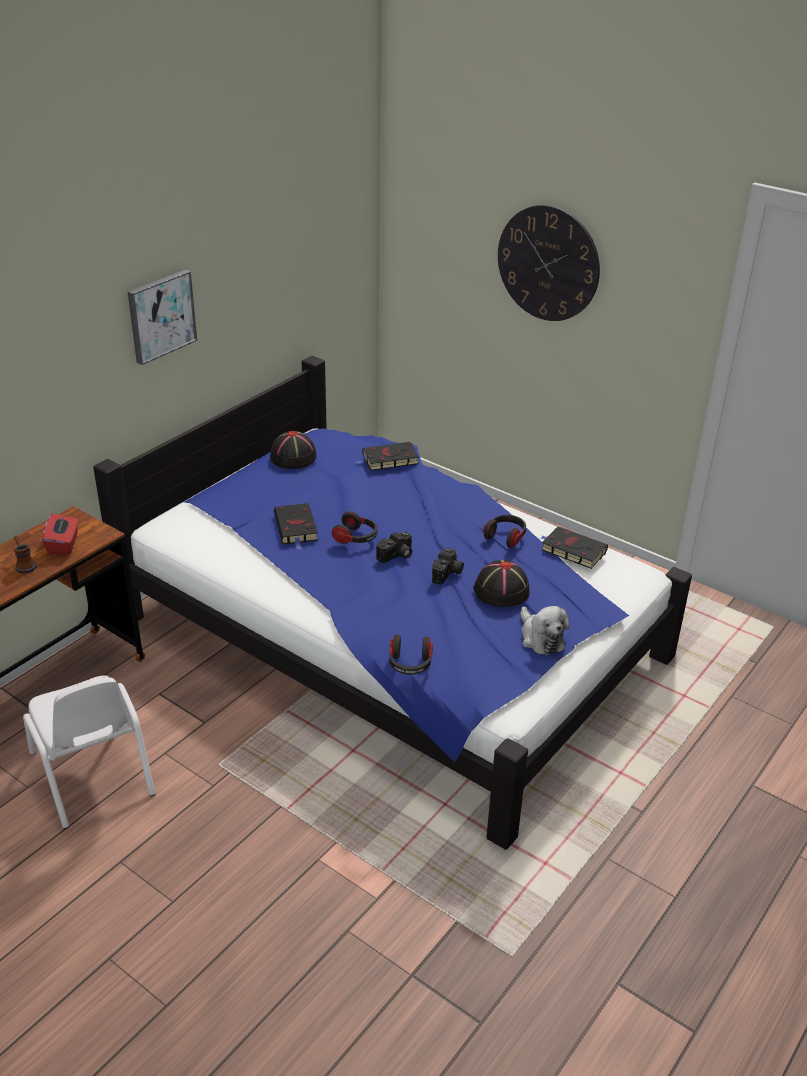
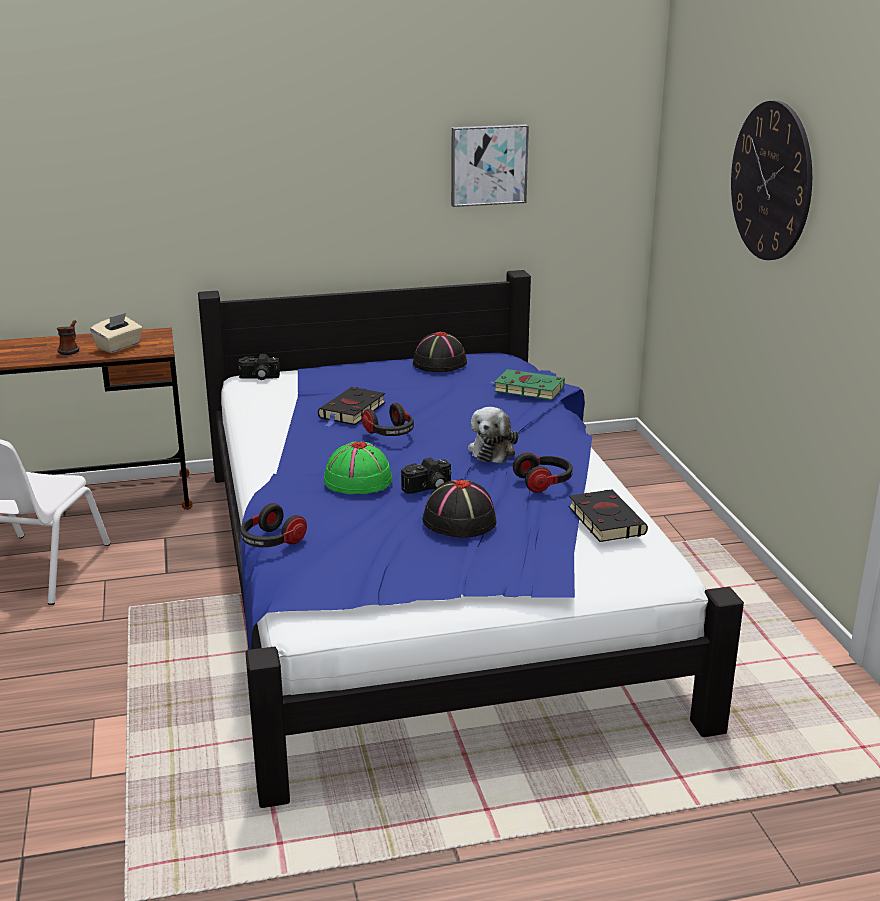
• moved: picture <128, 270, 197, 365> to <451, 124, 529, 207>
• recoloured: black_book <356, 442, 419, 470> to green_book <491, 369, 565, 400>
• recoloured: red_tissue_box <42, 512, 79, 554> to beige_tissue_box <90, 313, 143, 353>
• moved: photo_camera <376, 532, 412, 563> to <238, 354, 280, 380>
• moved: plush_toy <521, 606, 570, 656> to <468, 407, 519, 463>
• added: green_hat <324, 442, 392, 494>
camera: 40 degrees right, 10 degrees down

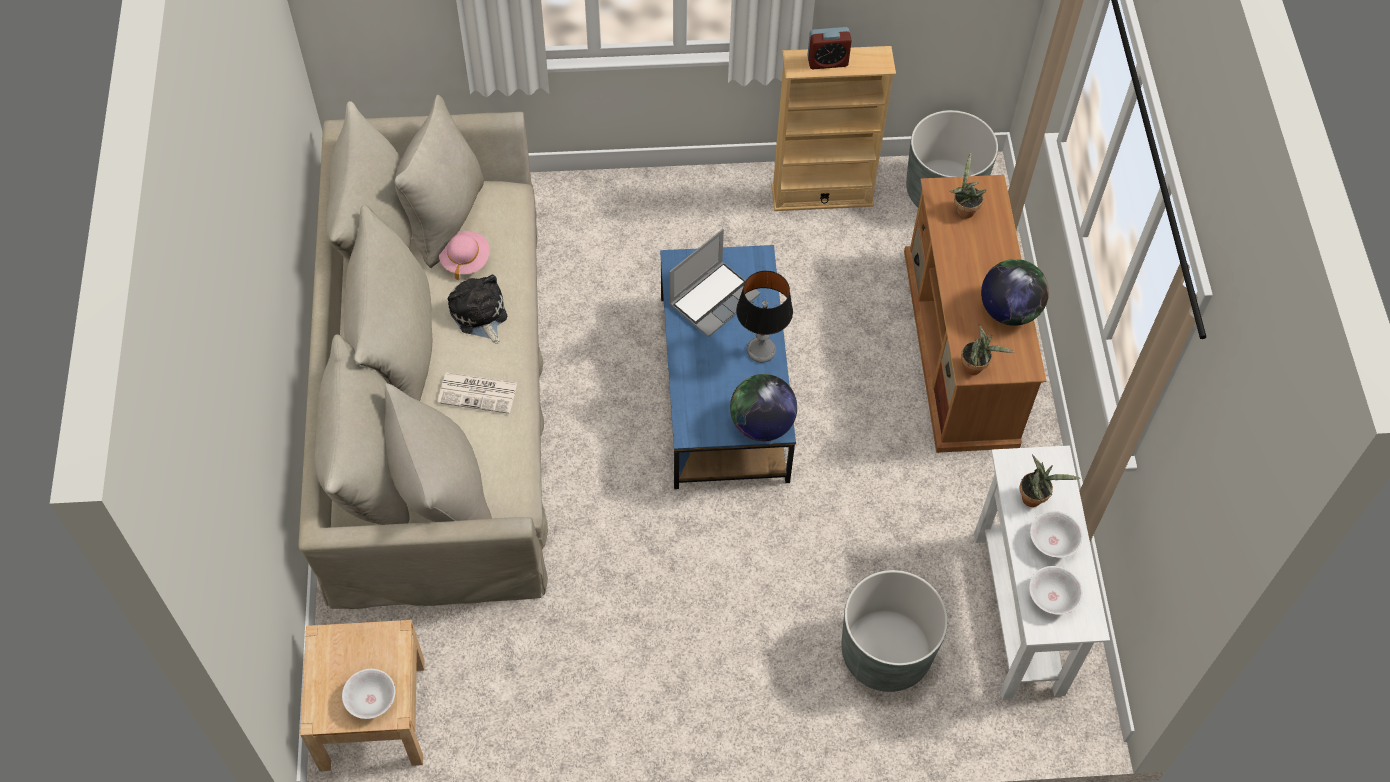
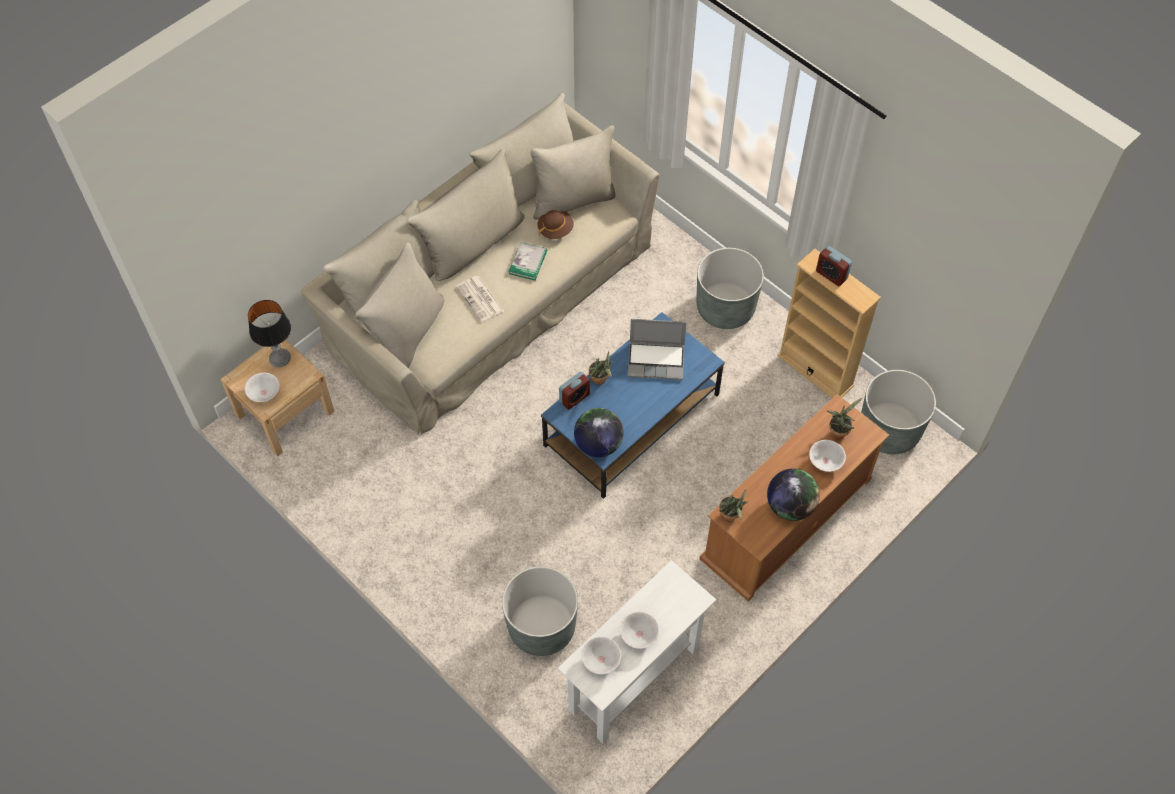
• recoloured: pink_hat <439, 231, 490, 280> to brown_hat <537, 210, 574, 239>
• moved: table_lamp <736, 271, 793, 363> to <248, 300, 291, 367>
• replaced: plush_toy <448, 274, 507, 344> to book <509, 242, 547, 280>
• moved: potted_plant <1019, 455, 1081, 507> to <589, 351, 613, 385>
• added: grey_planter <697, 248, 764, 329>
• added: alarm_clock <559, 372, 590, 410>
• added: white_bowl <809, 440, 846, 472>
camera: 50 degrees right, 0 degrees up

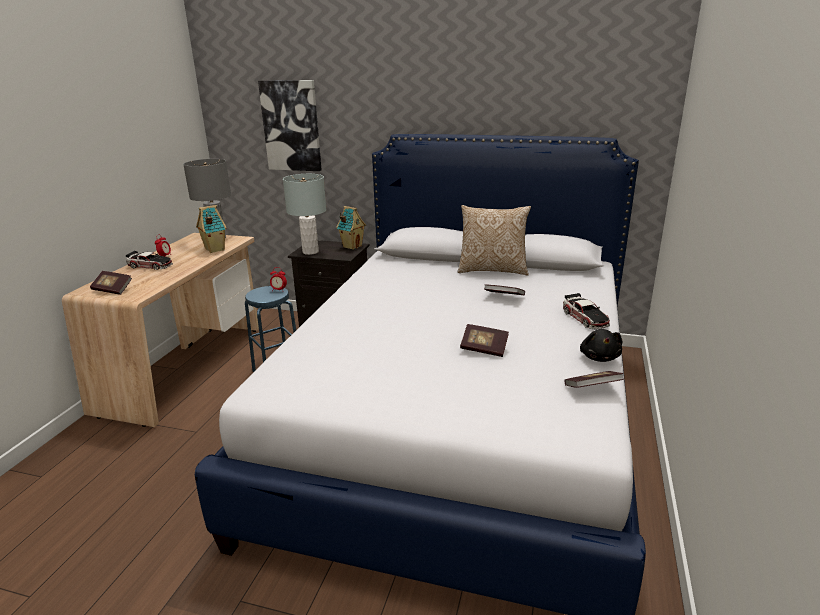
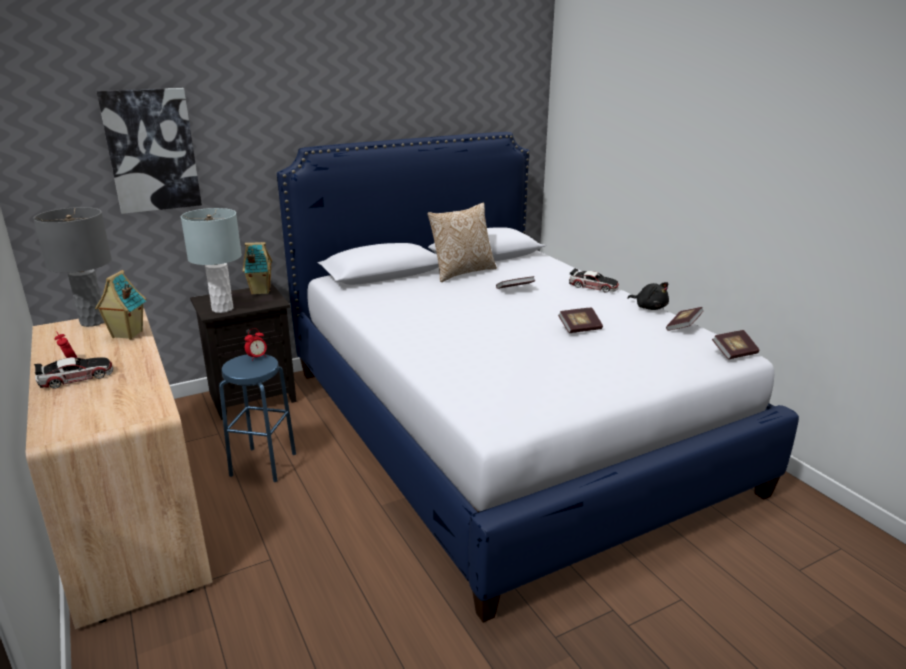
• moved: book <90, 271, 132, 295> to <712, 330, 760, 360>
camera: 45 degrees left, 0 degrees up

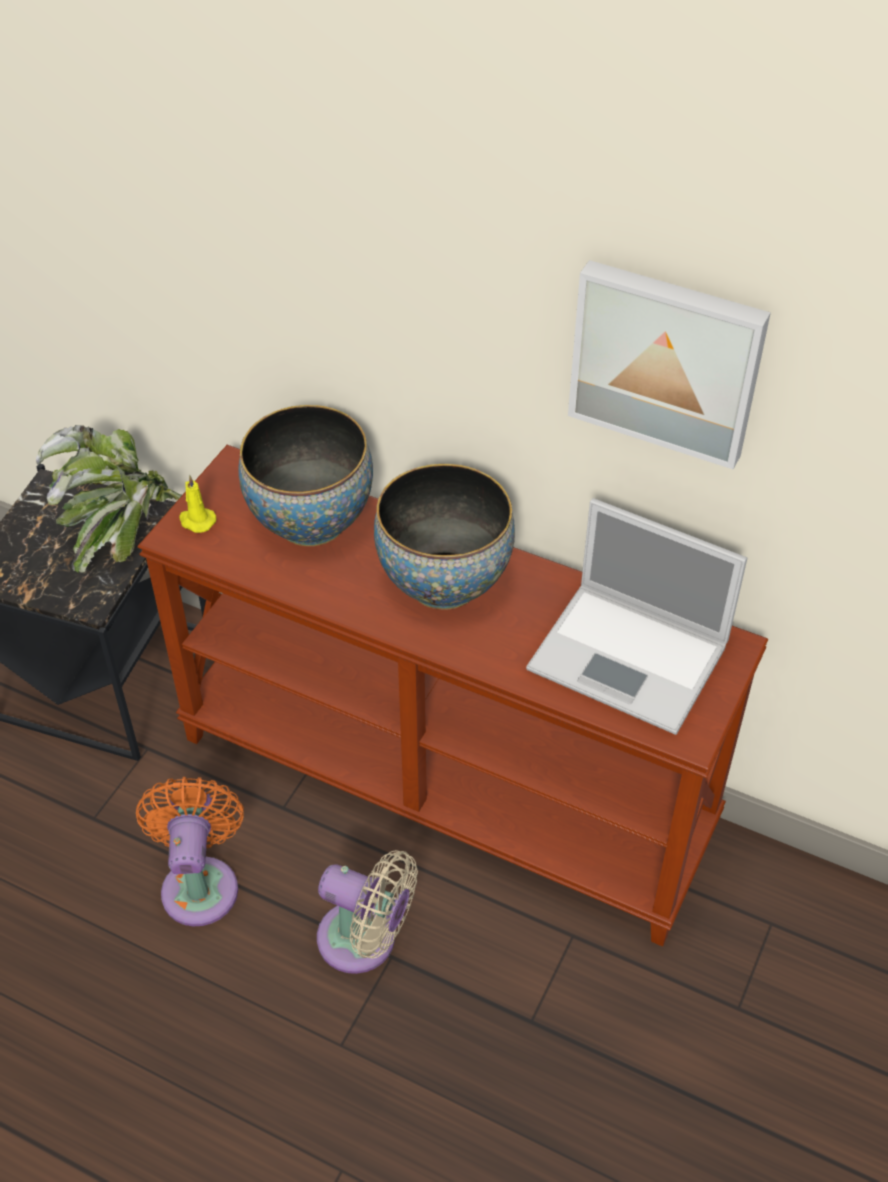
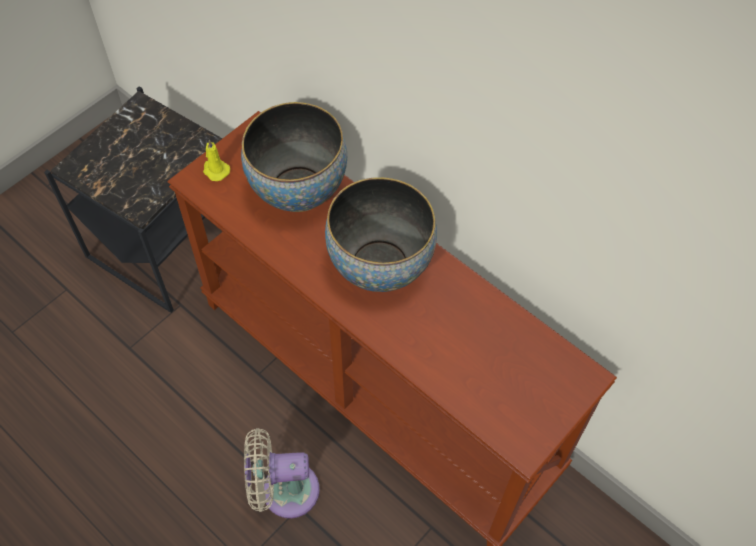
• removed: picture <568, 260, 771, 469>
• removed: potted_plant <36, 425, 182, 573>
• removed: laptop <526, 498, 747, 735>
• removed: orange_fan <136, 777, 244, 926>
• turned: beige_fan <317, 850, 418, 974> = <244, 428, 320, 518> 135 degrees clockwise
camera: 15 degrees right, 10 degrees up

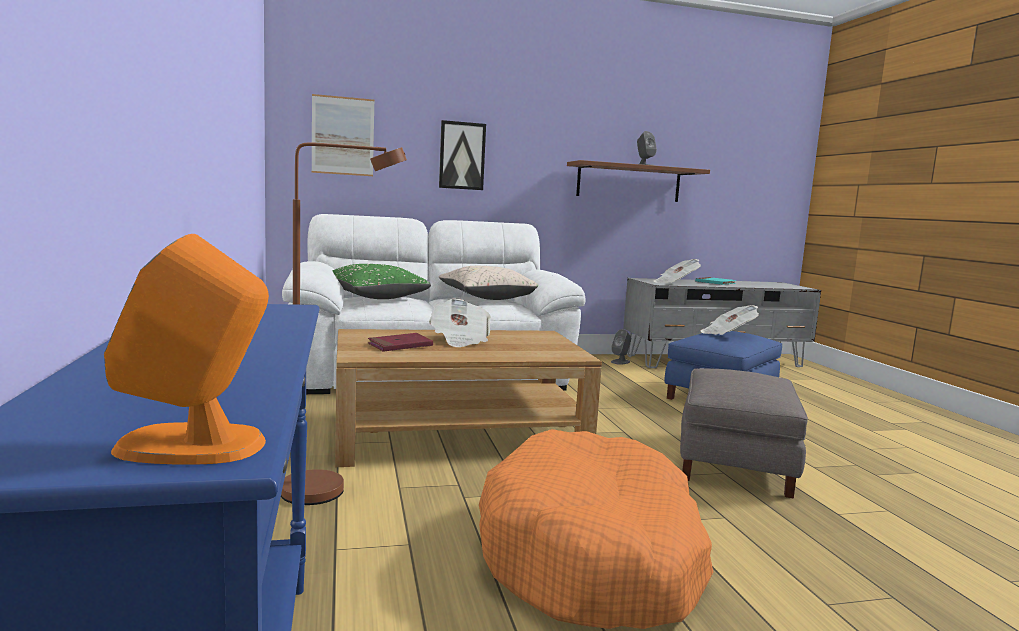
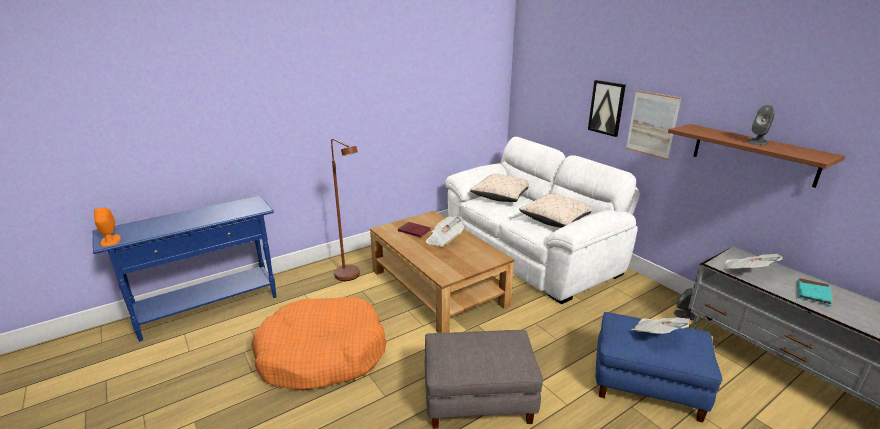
• moved: picture <312, 94, 374, 176> to <626, 90, 681, 160>
• recoloured: green_pillow <332, 264, 431, 299> to beige_pillow <470, 174, 529, 202>
camera: 70 degrees right, 15 degrees up

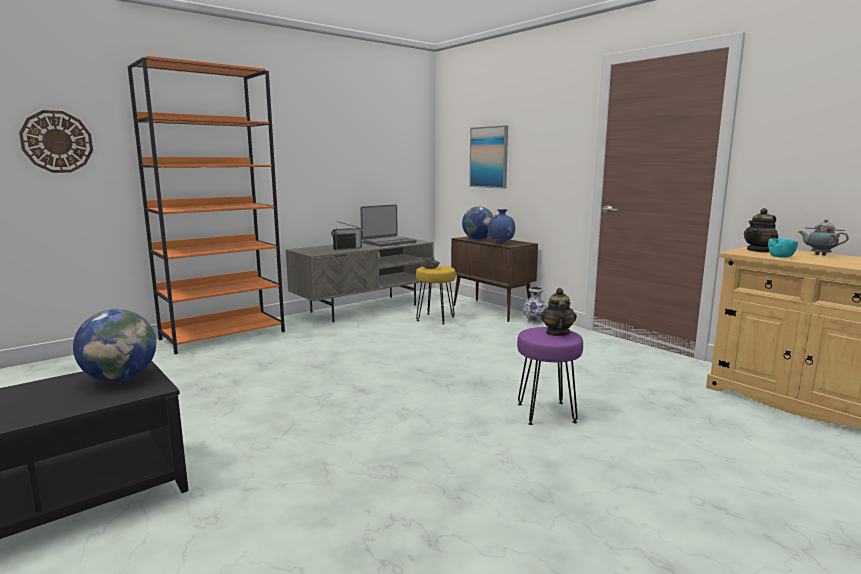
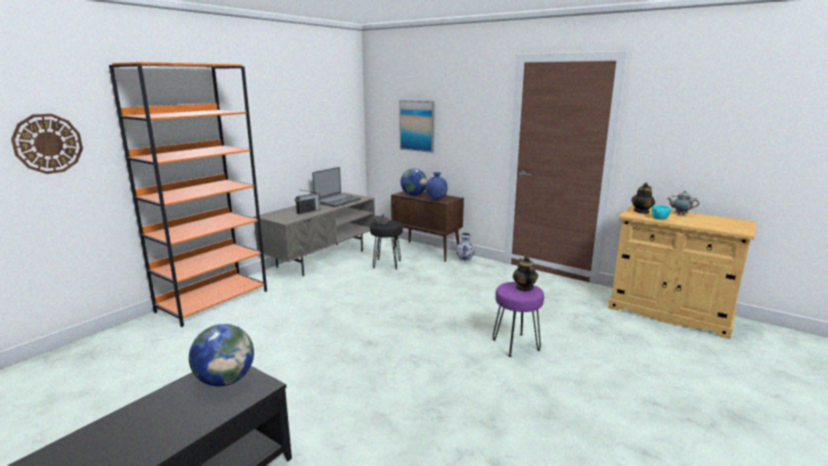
• recoloured: yellow_stool <416, 266, 456, 324> to black_stool <370, 220, 403, 269>
camera: 15 degrees left, 5 degrees up

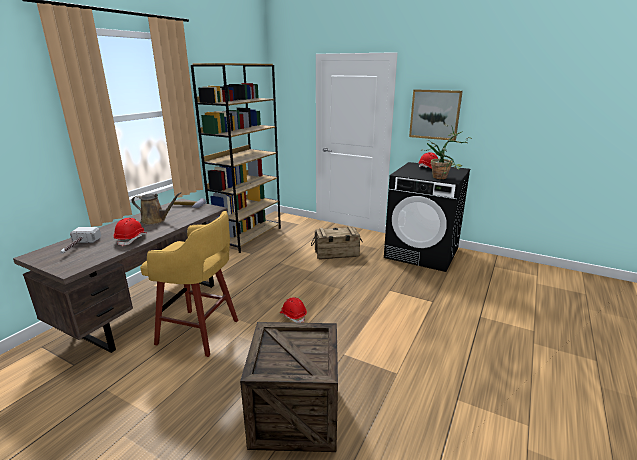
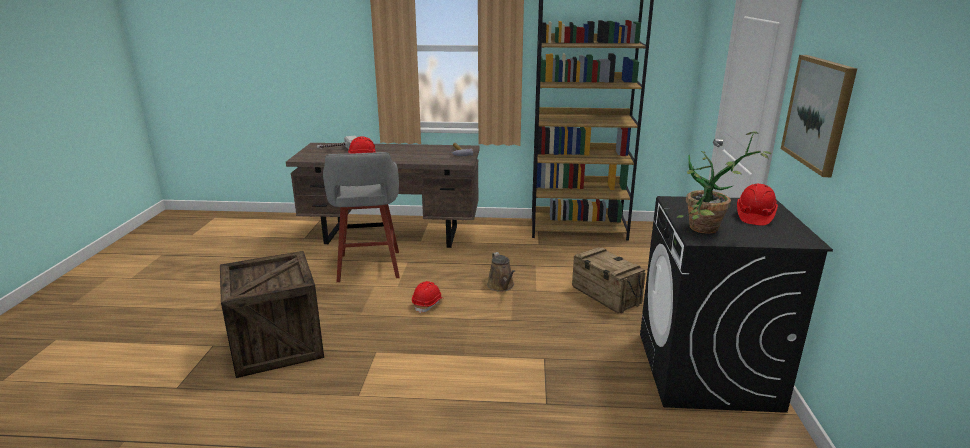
• moved: brown_watering_can <132, 192, 181, 225> to <487, 252, 515, 292>
• recoloured: yellow_stool <140, 211, 238, 357> to grey_stool <323, 152, 400, 282>
camera: 65 degrees right, 0 degrees up

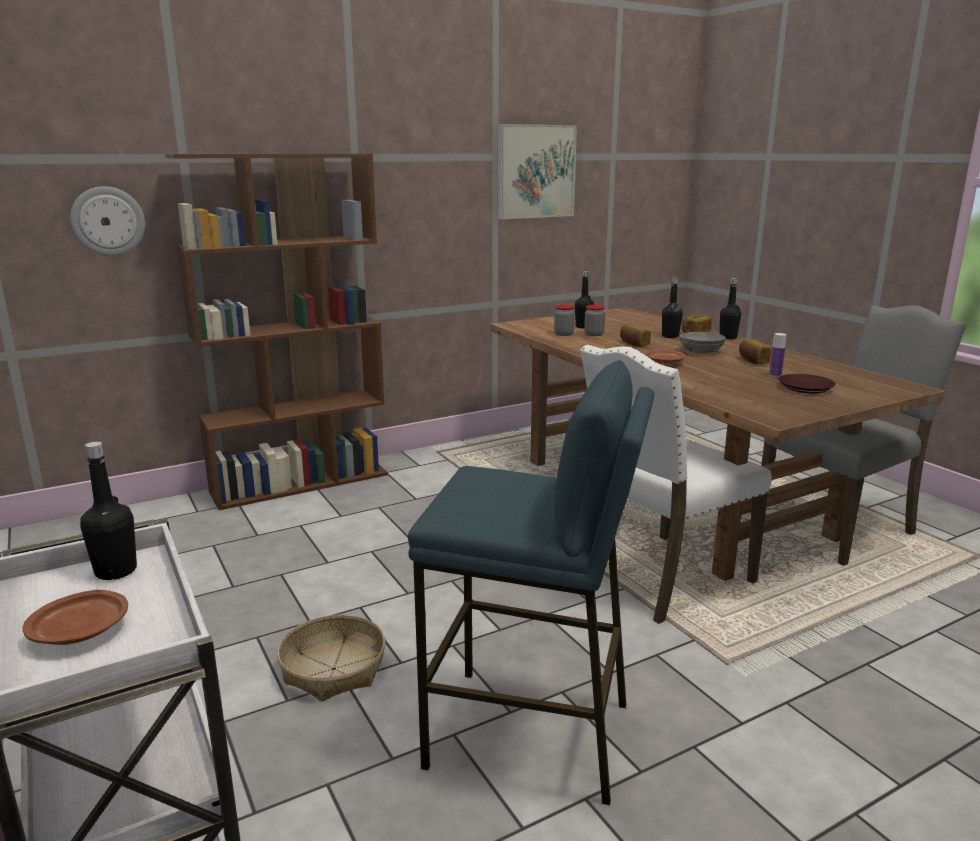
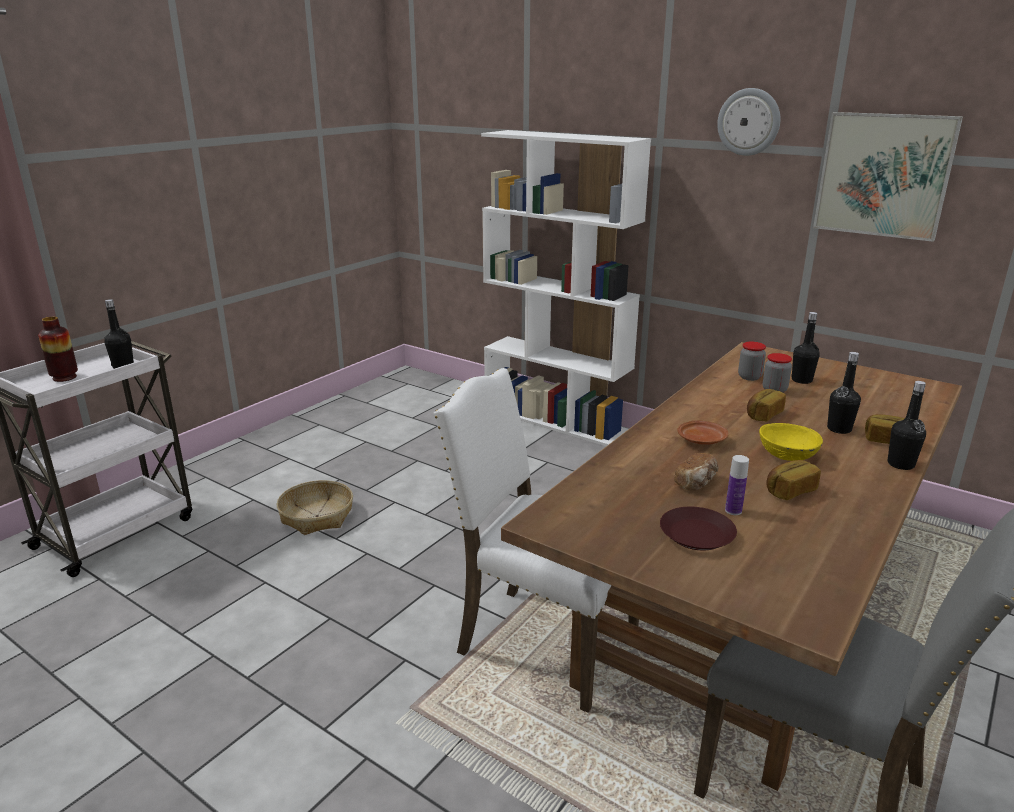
• recoloured: brown_bookcase <165, 154, 388, 510> to white_bookcase <481, 130, 651, 446>
• moved: wall_clock <70, 186, 145, 256> to <717, 88, 781, 156>
• recoloured: grey_bowl <679, 332, 726, 354> to yellow_bowl <759, 423, 823, 461>
• removed: blue_stool <408, 360, 654, 805>
• replaced: brown_plate <23, 590, 128, 645> to vase <38, 317, 78, 382>
• added: bread <674, 453, 719, 491>
camera: 65 degrees right, 5 degrees up

